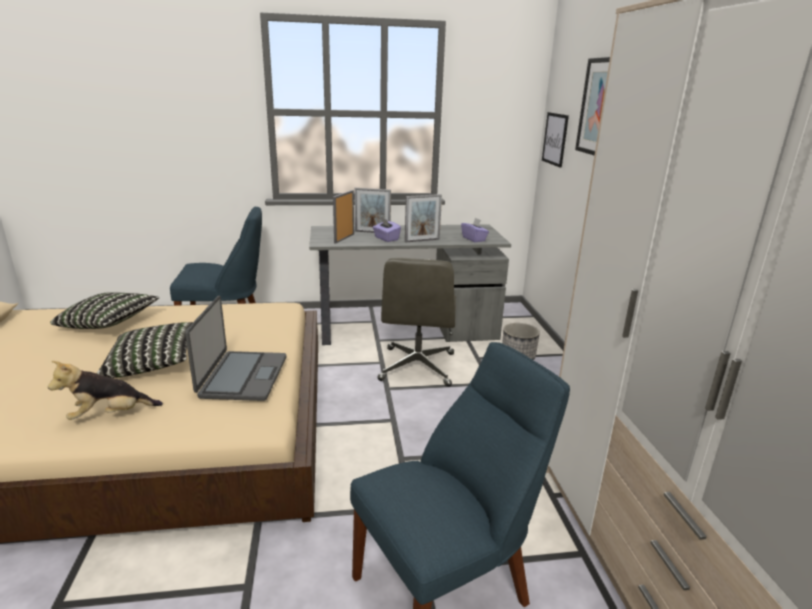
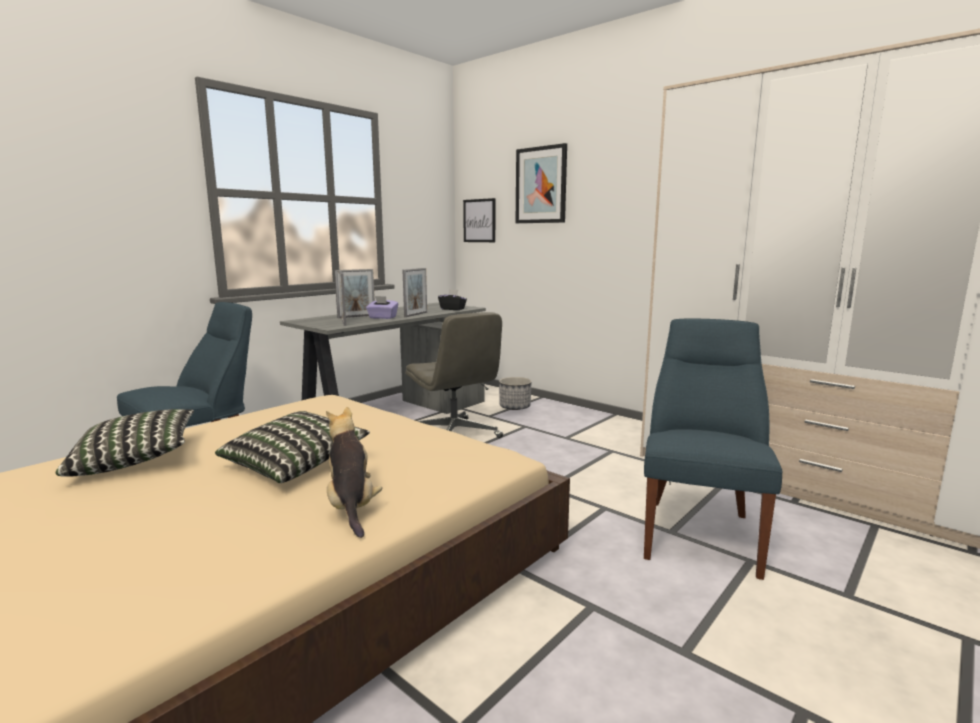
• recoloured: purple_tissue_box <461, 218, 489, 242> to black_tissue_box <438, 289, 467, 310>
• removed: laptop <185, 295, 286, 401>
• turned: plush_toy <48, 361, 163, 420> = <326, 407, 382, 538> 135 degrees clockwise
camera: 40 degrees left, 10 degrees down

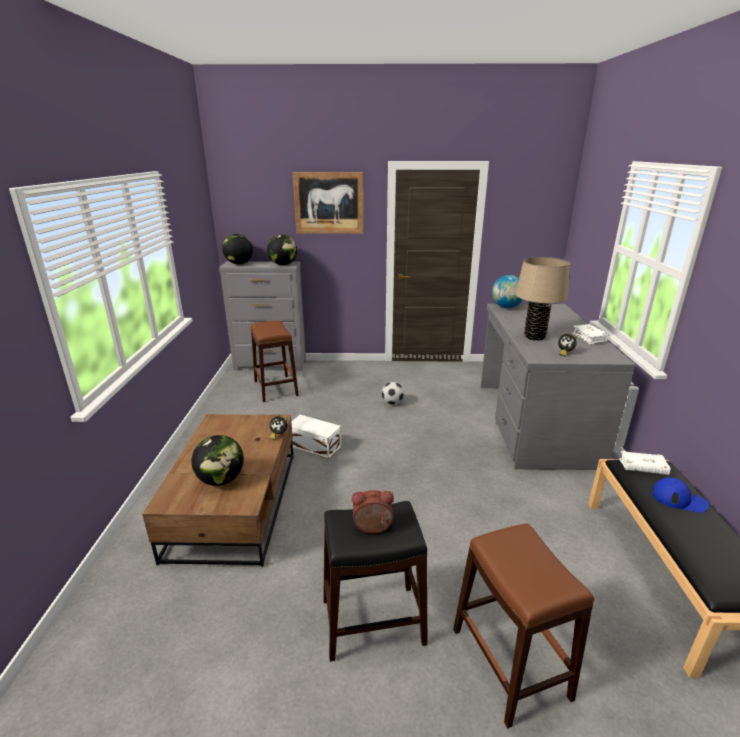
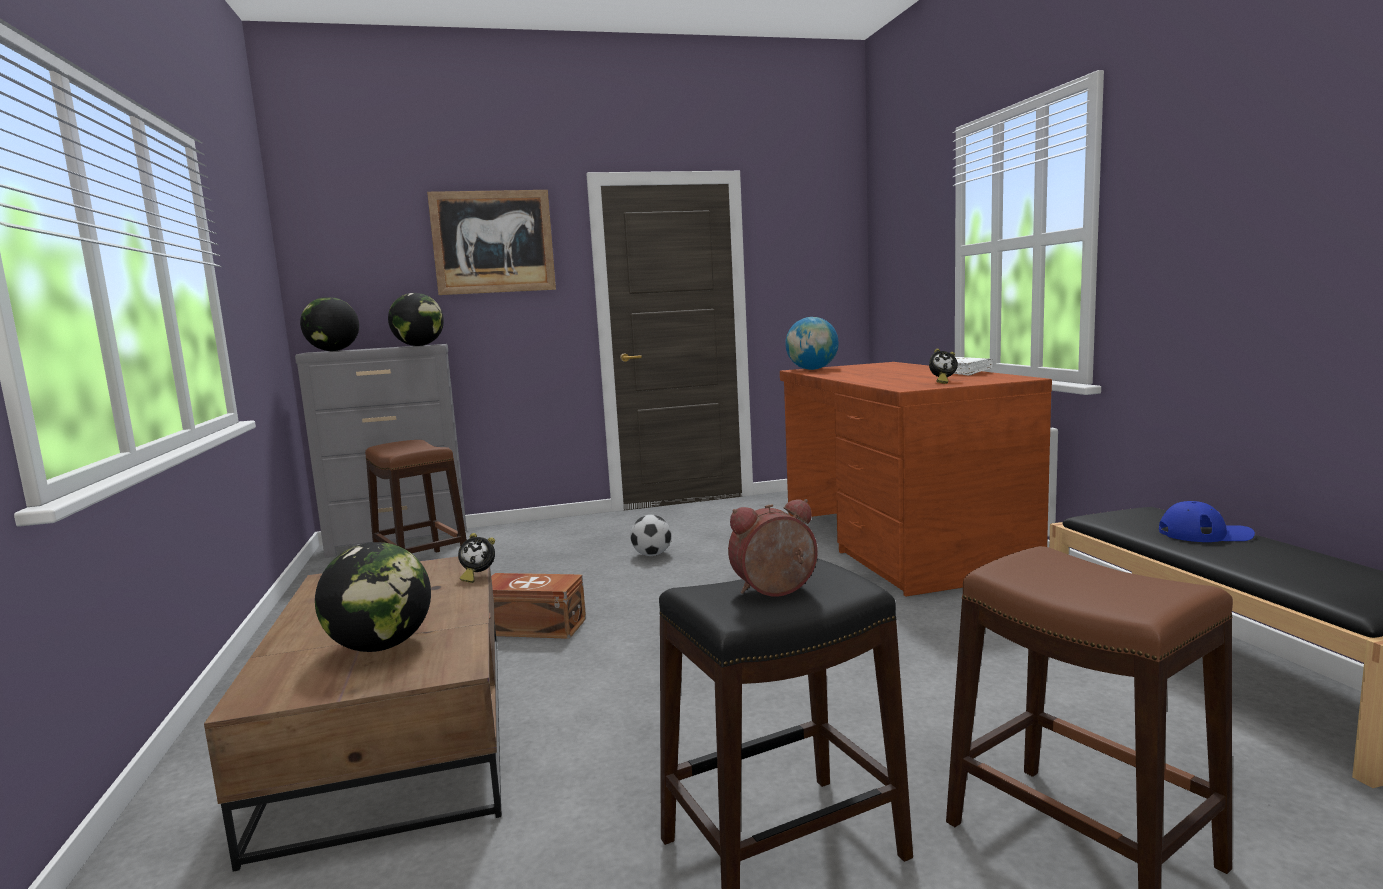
• removed: beige_table_lamp <515, 257, 570, 341>
• recoloured: grey_desk <480, 304, 636, 470> to brown_desk <780, 362, 1052, 597>
• recoloured: white_storage_box <291, 415, 342, 459> to brown_storage_box <491, 573, 586, 639>
• removed: white_book <619, 451, 670, 475>
camera: 15 degrees left, 15 degrees down

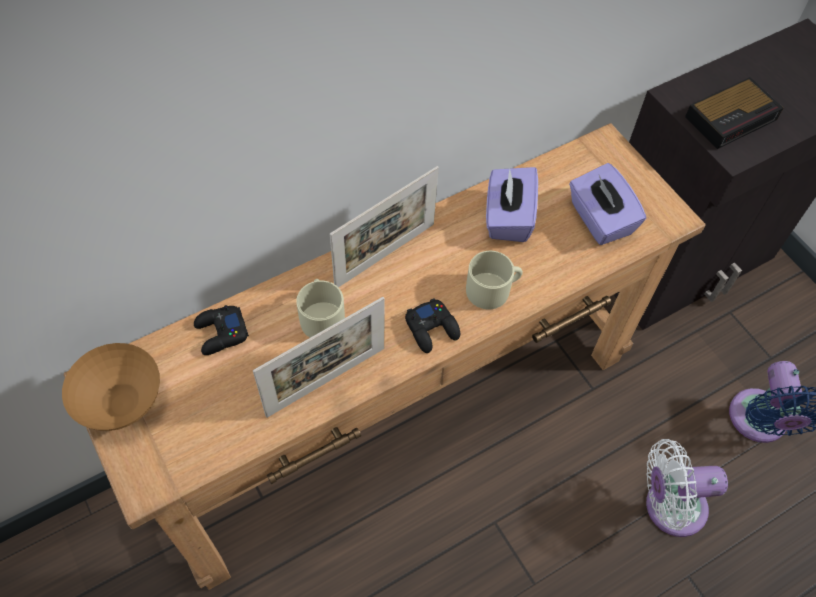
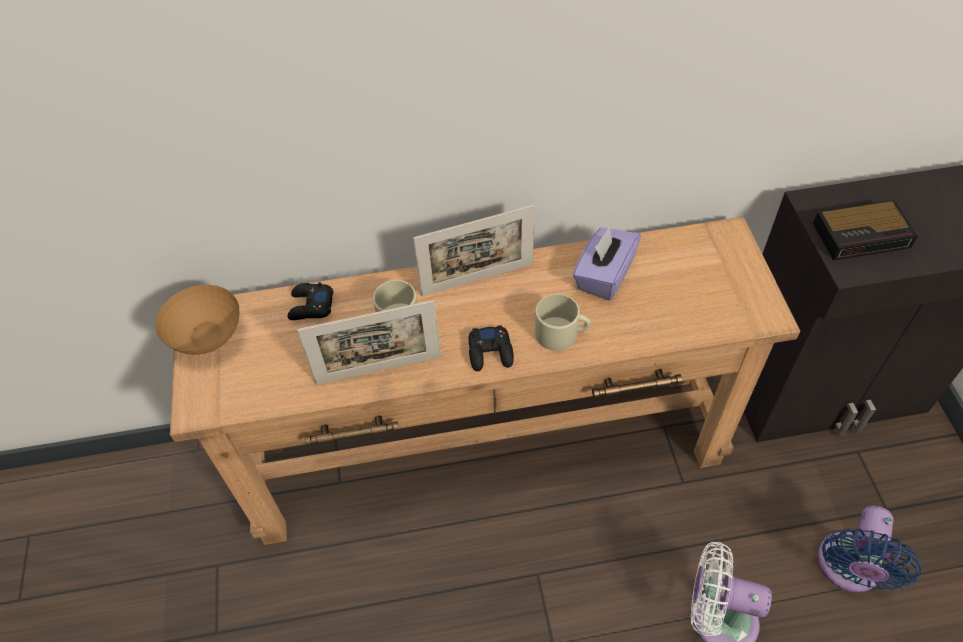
• removed: purple_tissue_box <569, 163, 646, 245>
camera: 25 degrees right, 5 degrees down

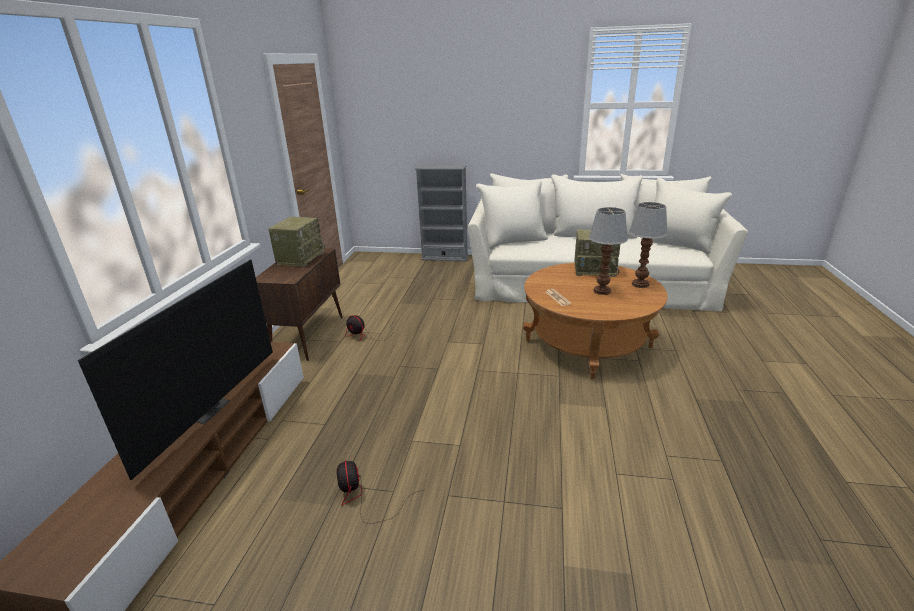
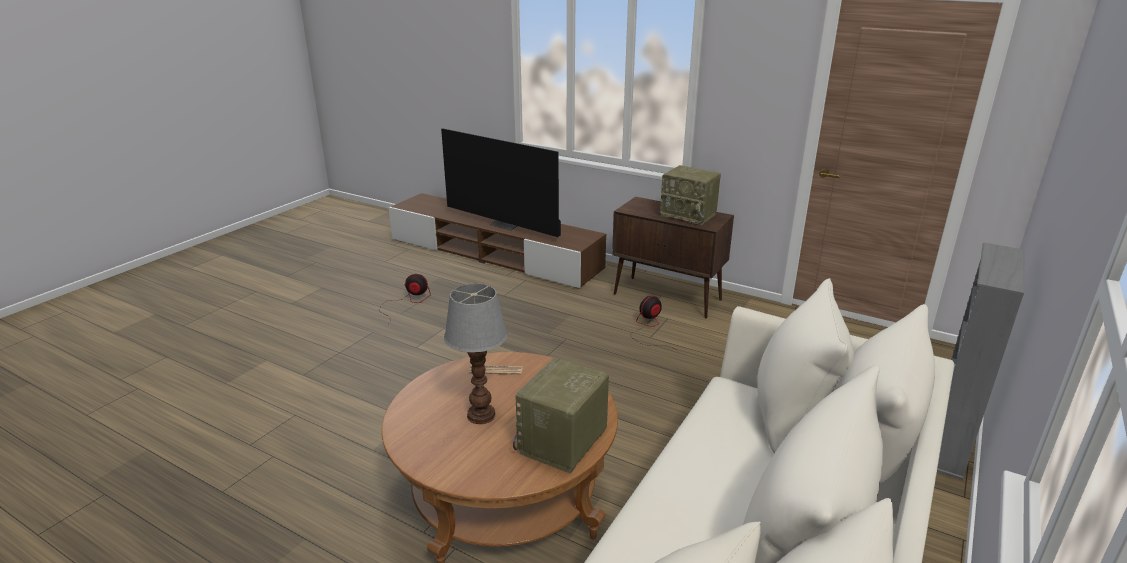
• removed: table_lamp <629, 202, 668, 288>
camera: 110 degrees right, 0 degrees up

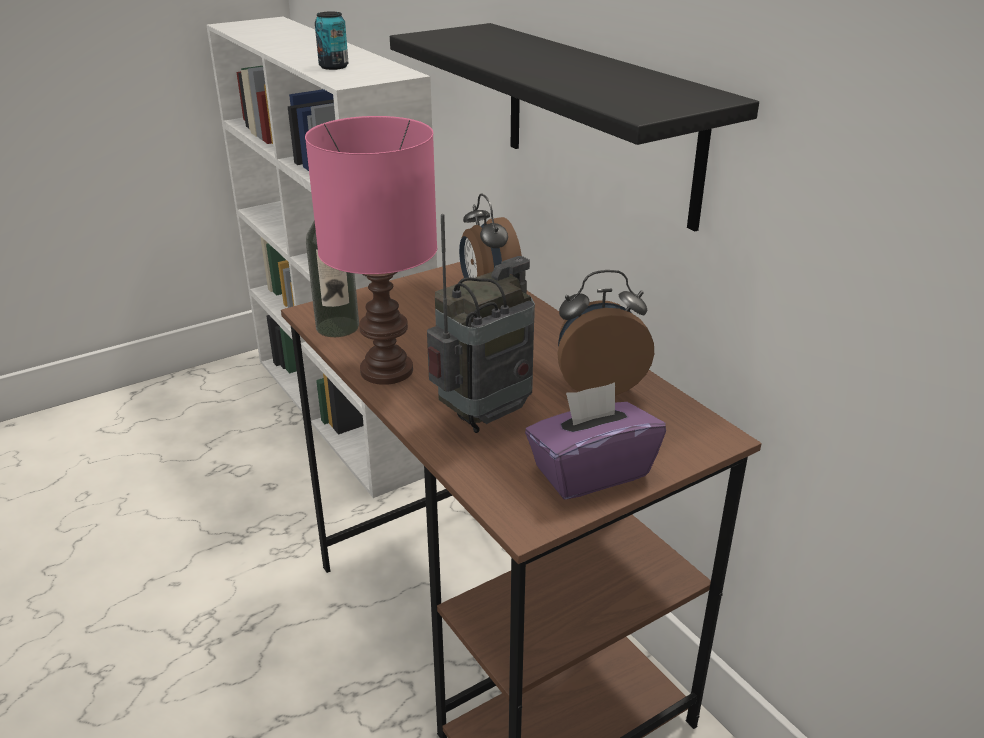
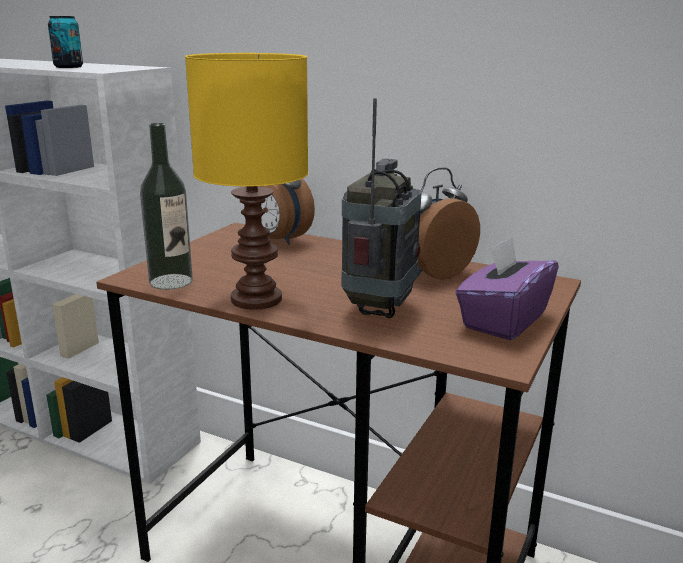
• removed: black_shelf <390, 23, 759, 231>
• recoloured: pink_table_lamp <305, 116, 437, 385> to yellow_table_lamp <185, 53, 308, 310>
camera: 30 degrees left, 10 degrees down

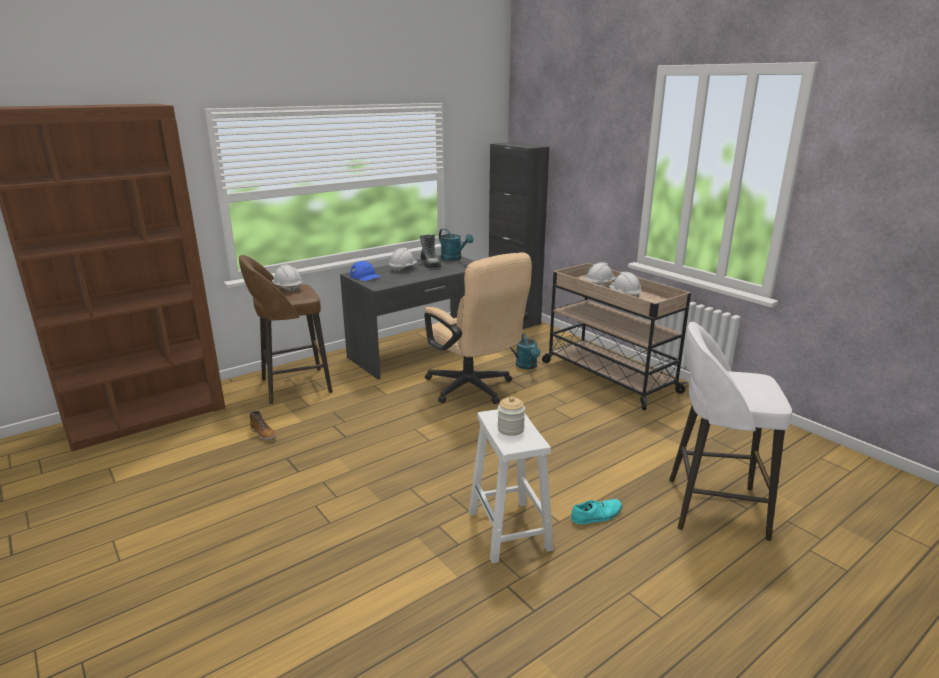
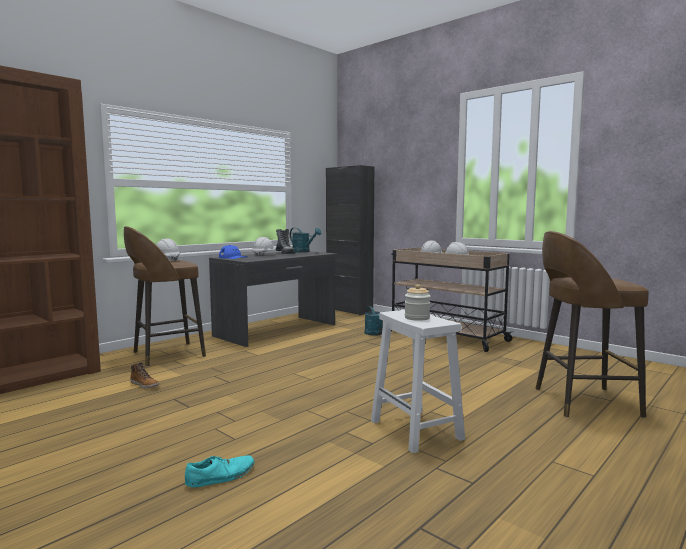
• removed: beige_office_chair <424, 252, 532, 404>
• recoloured: white_stool <669, 322, 792, 541> to brown_stool <535, 231, 649, 418>
• moved: turquoise_shoe <571, 499, 622, 525> to <185, 455, 255, 487>
camera: 10 degrees left, 15 degrees down

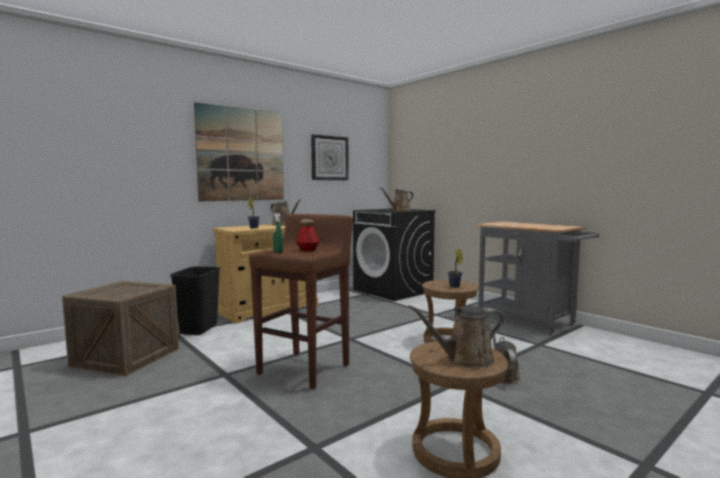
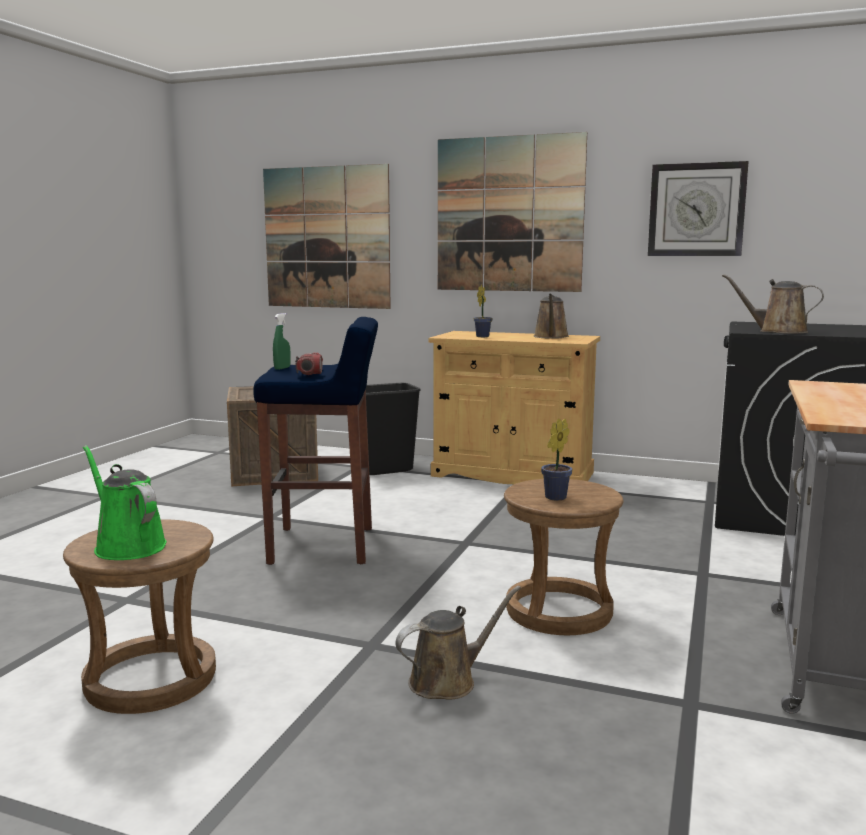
• recoloured: brown_stool <249, 214, 353, 389> to blue_stool <253, 317, 378, 565>
• replaced: bottle <296, 219, 320, 251> to flashlight <295, 352, 323, 375>
• recoloured: brown_watering_can <408, 305, 504, 368> to green_watering_can <83, 445, 167, 560>
• added: picture <263, 164, 391, 309>
camera: 60 degrees right, 5 degrees up

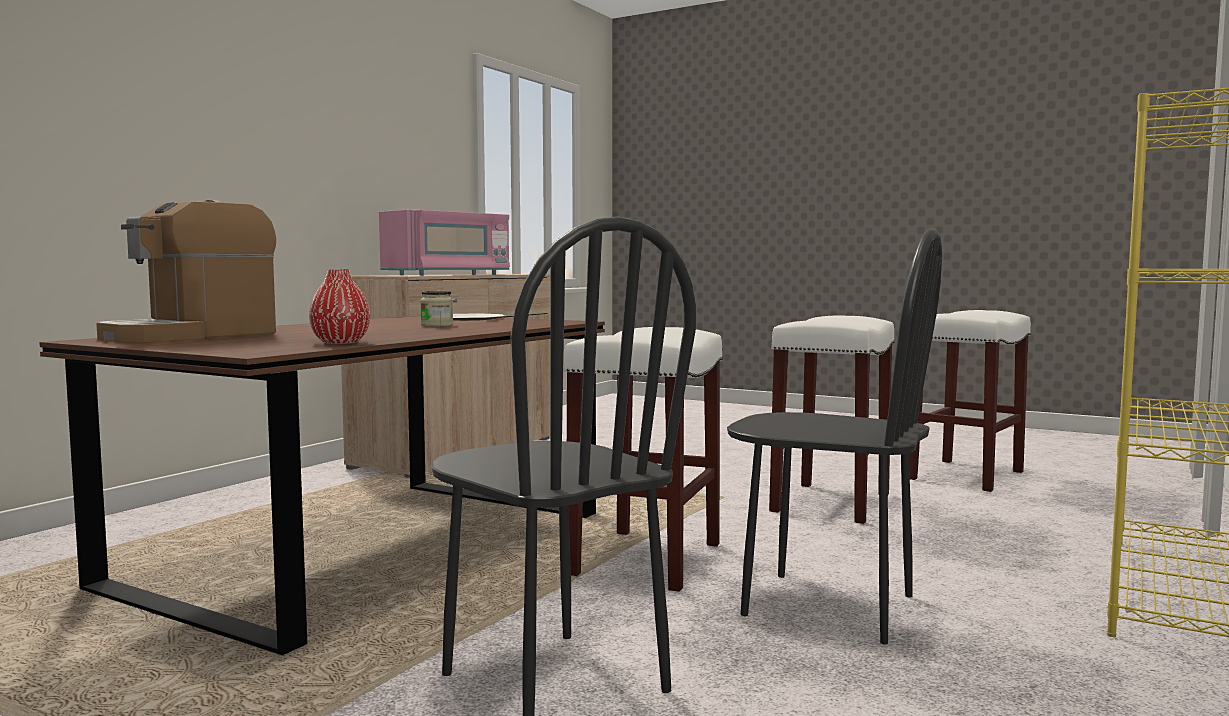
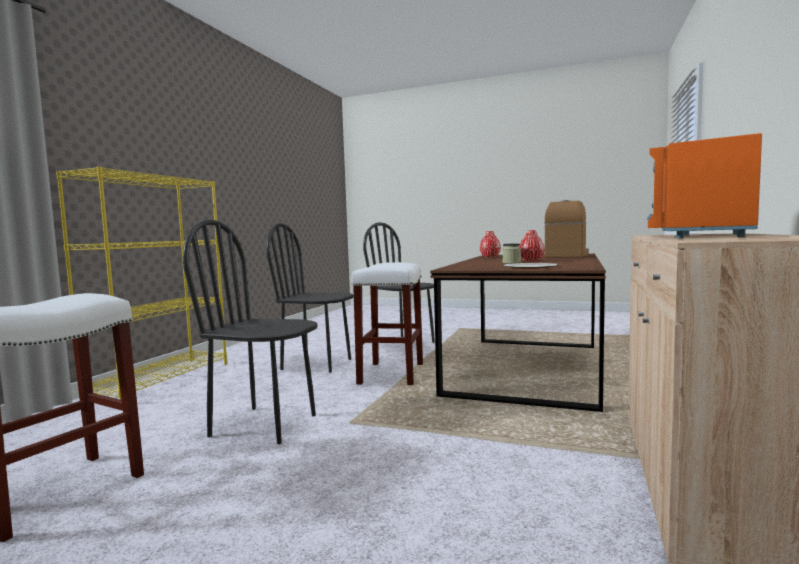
• recoloured: pink_microwave <379, 210, 510, 275> to orange_microwave <647, 133, 762, 238>
• replaced: white_stool <769, 315, 895, 524> to black_chair <183, 219, 318, 444>
• added: red_vase <519, 230, 545, 262>
camera: 170 degrees right, 0 degrees up

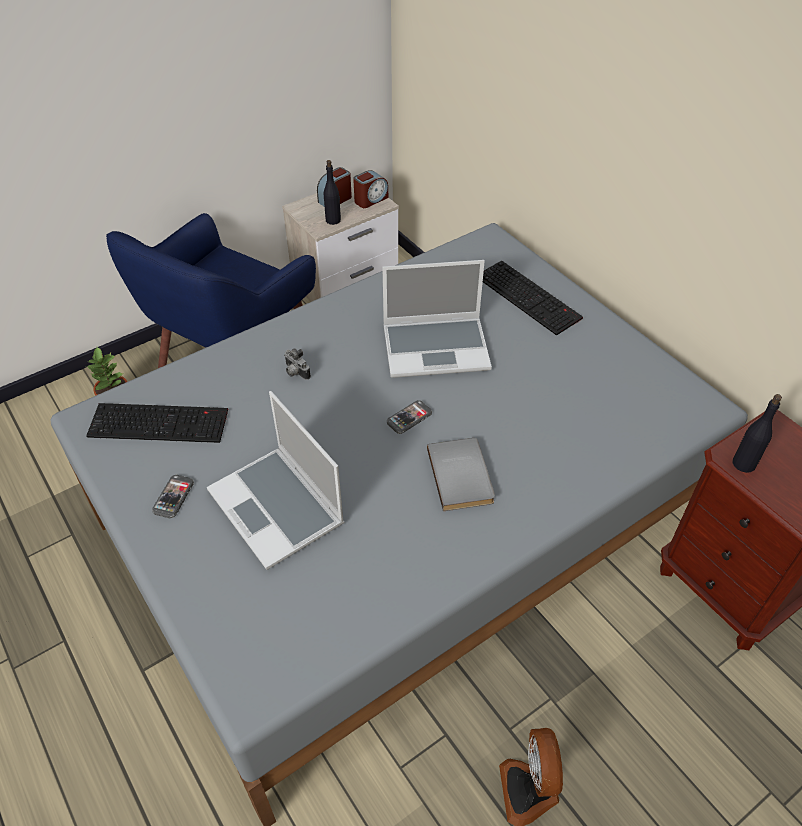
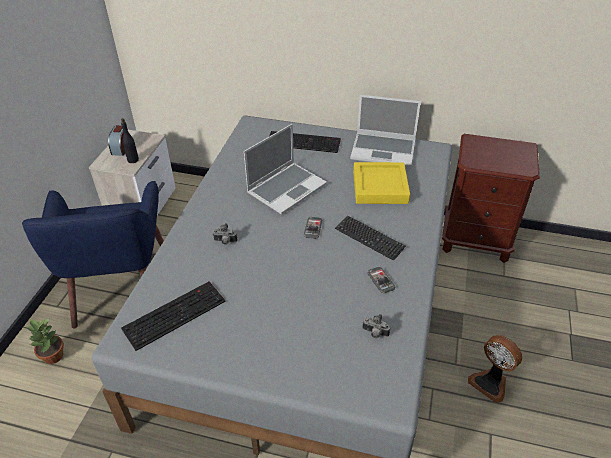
• removed: alarm_clock <353, 170, 388, 208>
• moved: laptop <207, 391, 344, 570> to <350, 95, 421, 167>
• removed: black_bottle <733, 394, 782, 473>
• replaced: grey_book <427, 438, 495, 511> to keyboard <335, 215, 406, 261>
• moved: phone <152, 475, 194, 518> to <367, 267, 395, 293>
• added: yellow_tray <353, 162, 410, 204>
• added: photo_camera <362, 314, 390, 338>
camera: 40 degrees left, 5 degrees down

